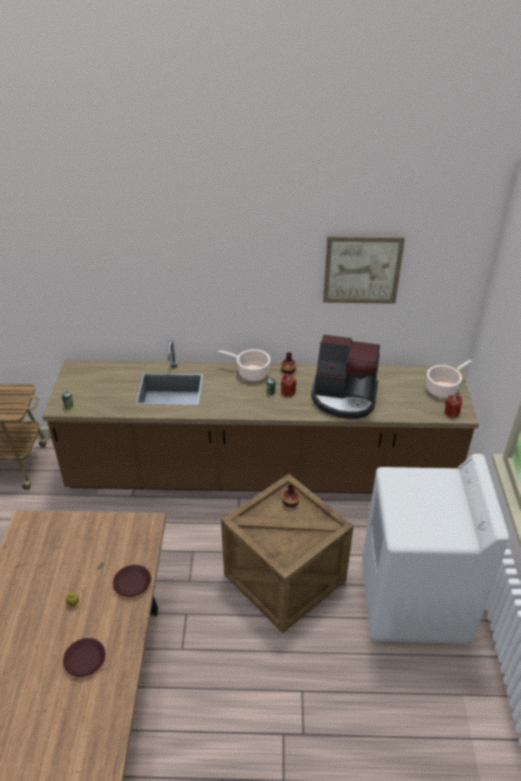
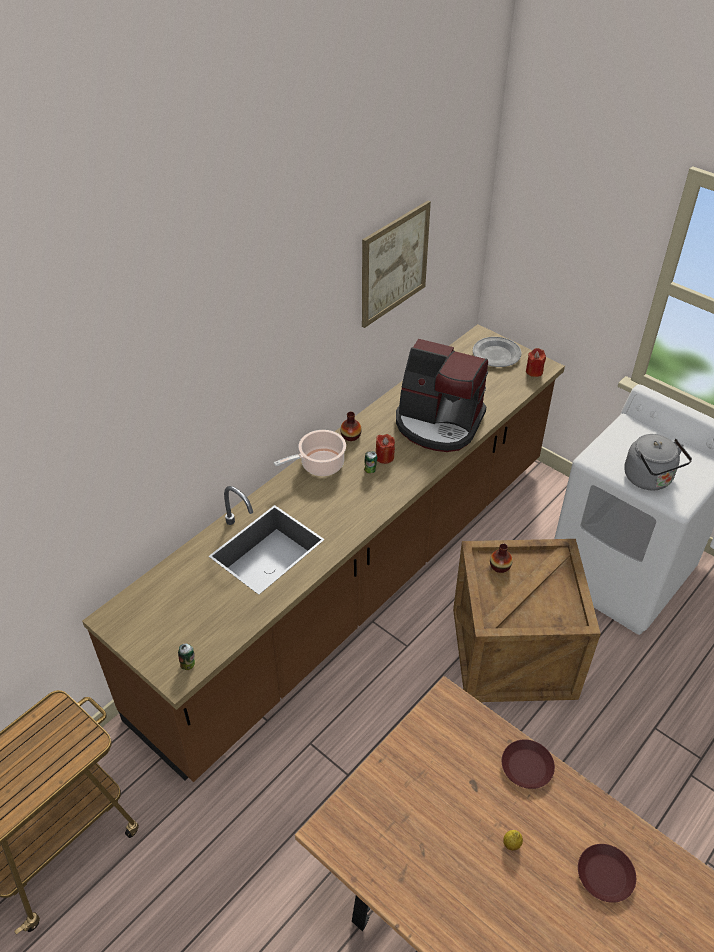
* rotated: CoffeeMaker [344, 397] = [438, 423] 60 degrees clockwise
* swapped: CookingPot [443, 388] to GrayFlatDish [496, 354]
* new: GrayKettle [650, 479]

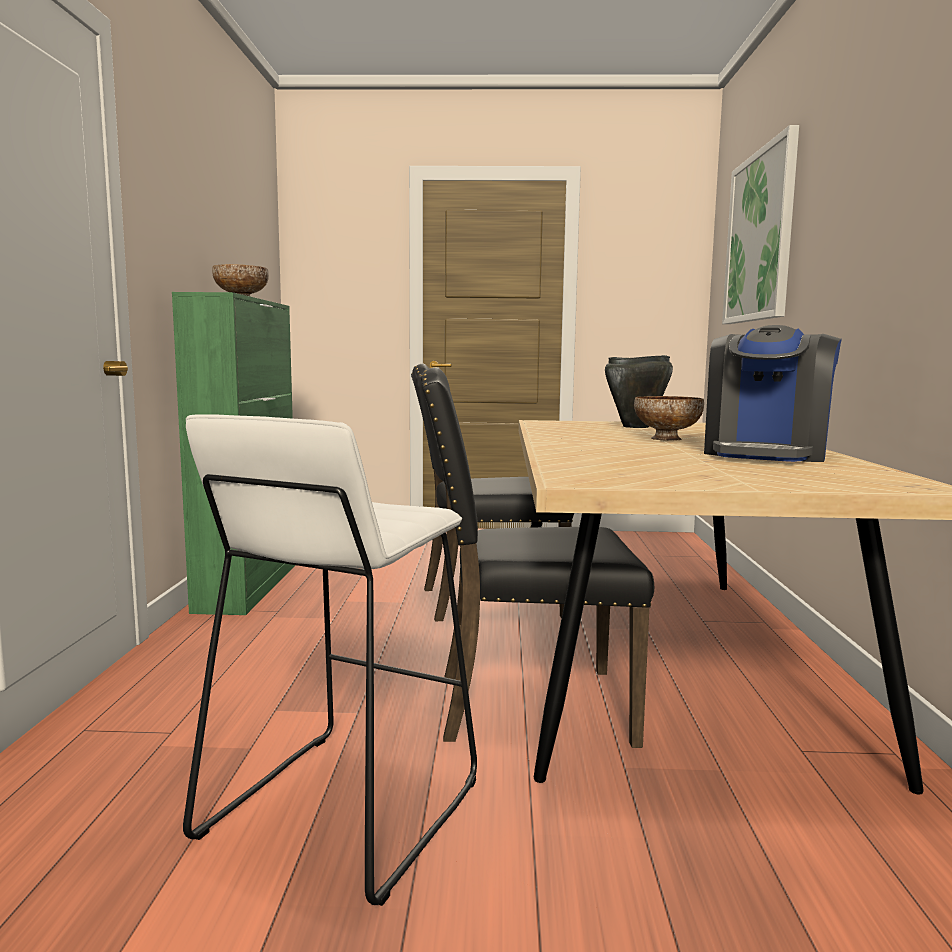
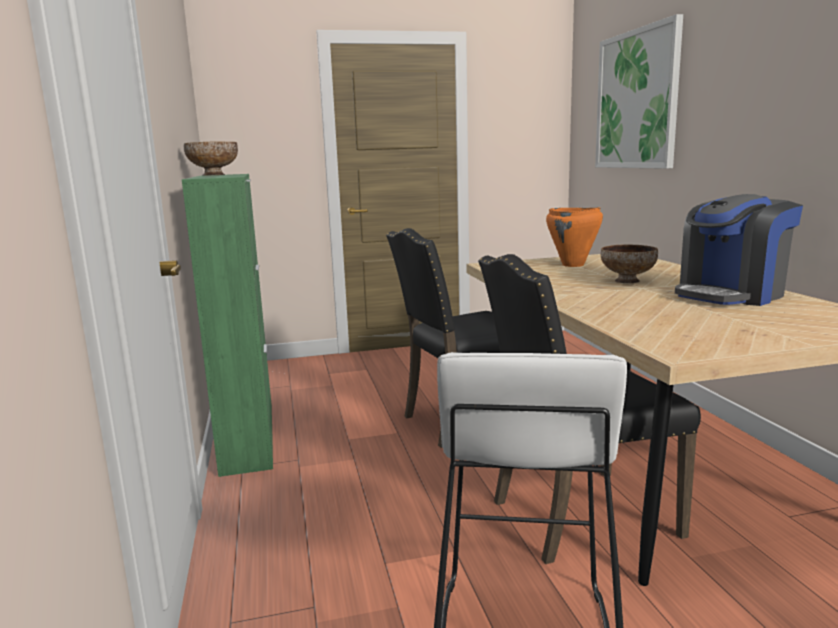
* repainted: BlackishCookingPot [635, 426] to OrangeColouredCookingPot [573, 265]
* rotated: CoffeeMaker [765, 454] = [730, 295] 45 degrees clockwise

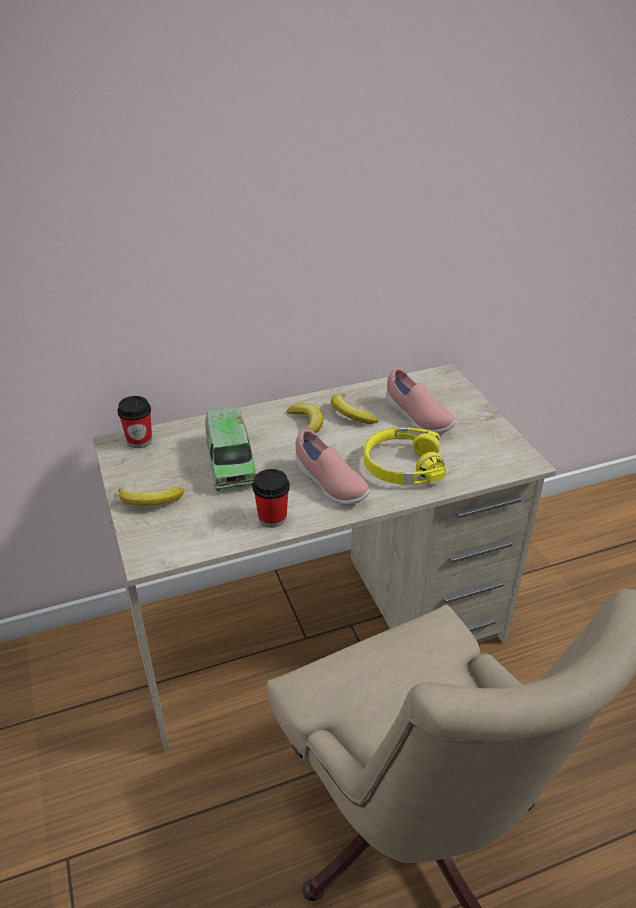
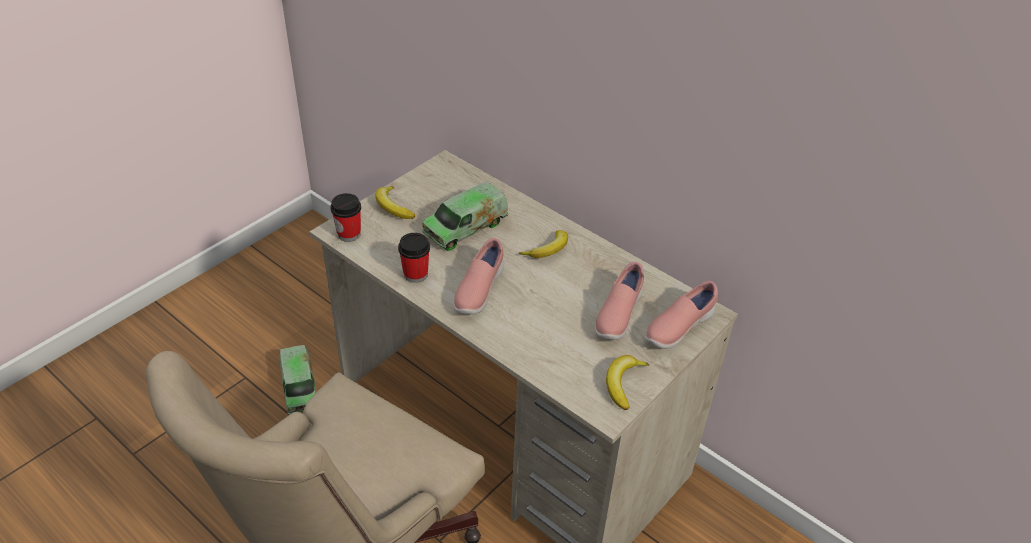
* shifted: DrinkingCup [139, 440] to [349, 234]
* shifted: Banana [350, 414] to [623, 384]
* gone: YellowColouredHeadset [402, 465]
* new: ToyTruck [299, 388]
* new: PinkShoe [678, 328]

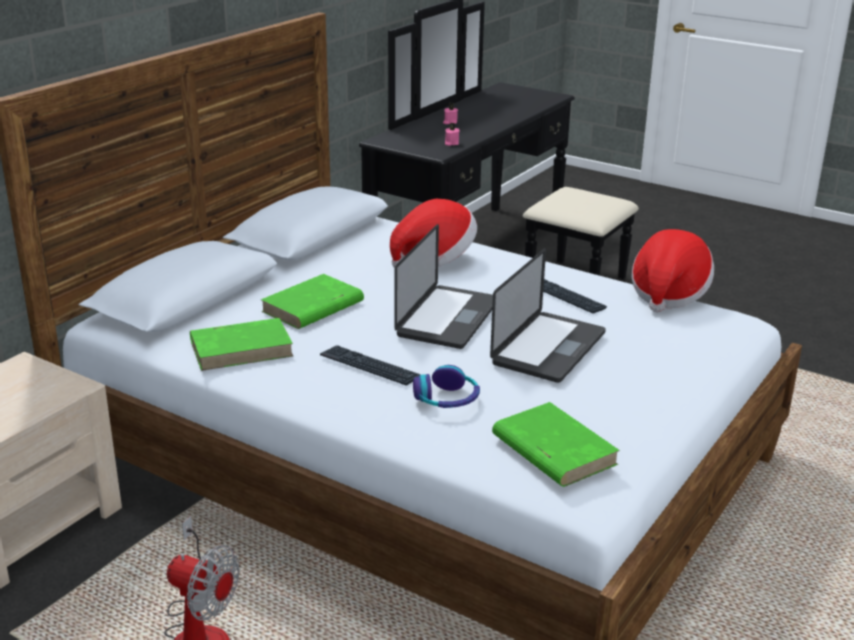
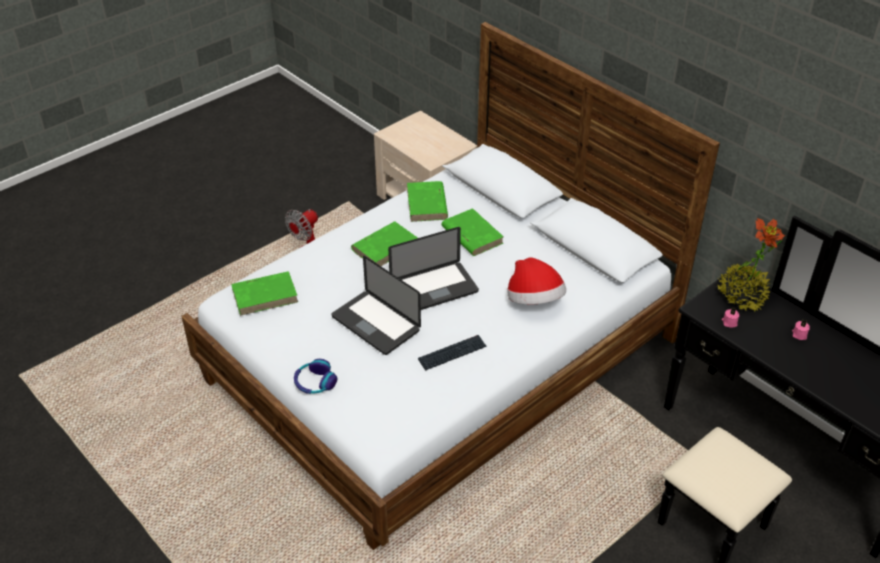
* swapped: PcKeyboard [369, 367] to GreenishVolume [385, 247]
* rotated: NotebookComputer [448, 318] = [434, 288] 60 degrees counterclockwise
* shifted: Headset [447, 399] to [315, 382]
* gone: ClothingHat [668, 294]
* new: Houseplant [742, 295]

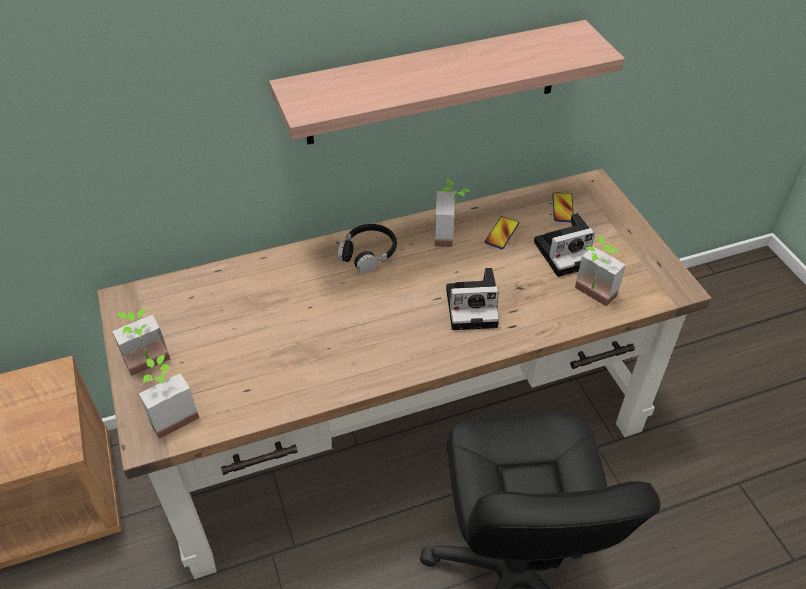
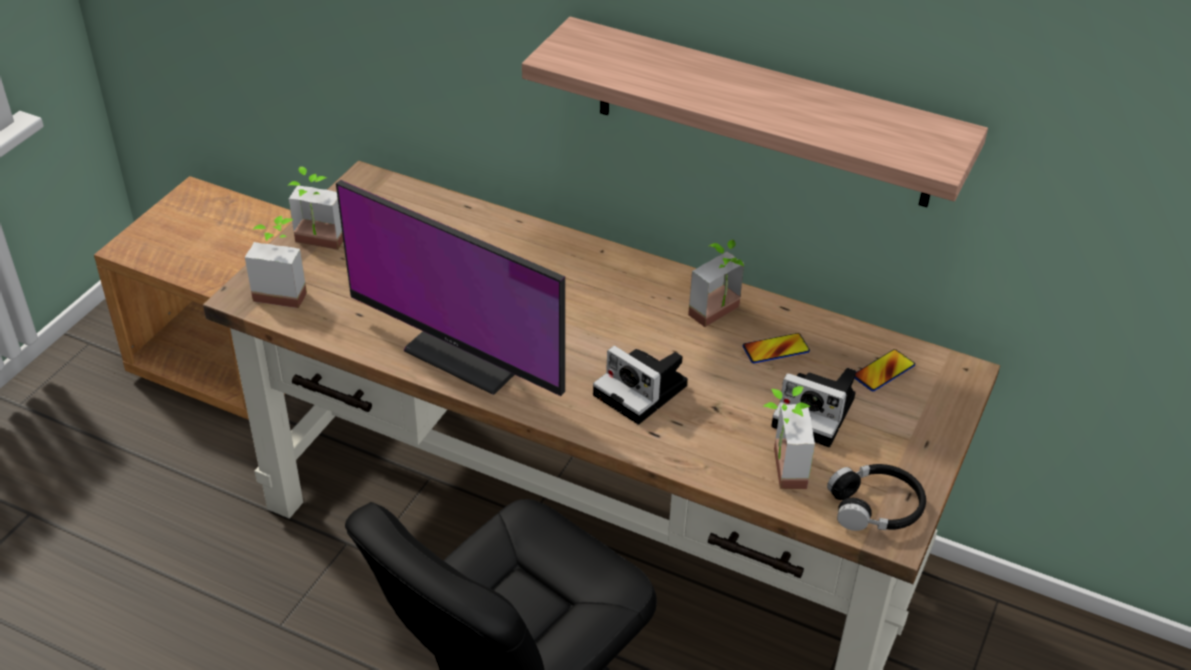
* shifted: BlackishHeadset [368, 253] to [875, 507]
* new: ComputerDisplay [477, 346]

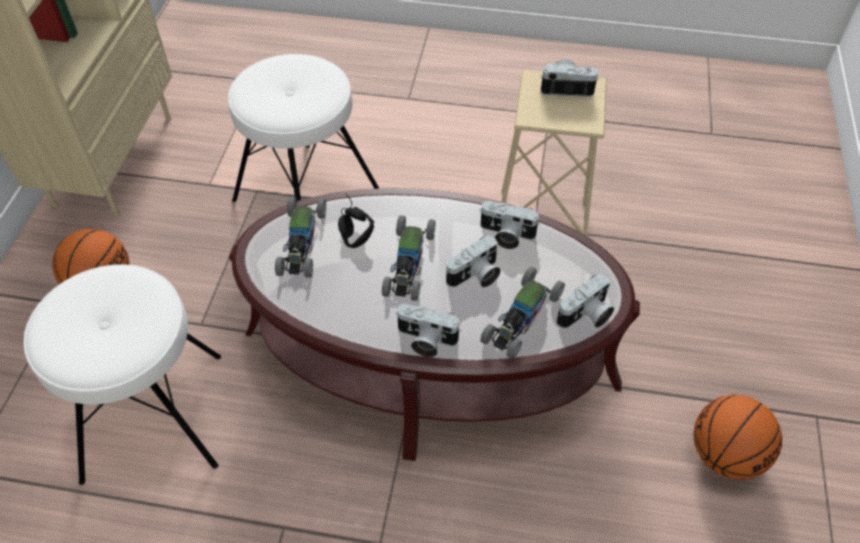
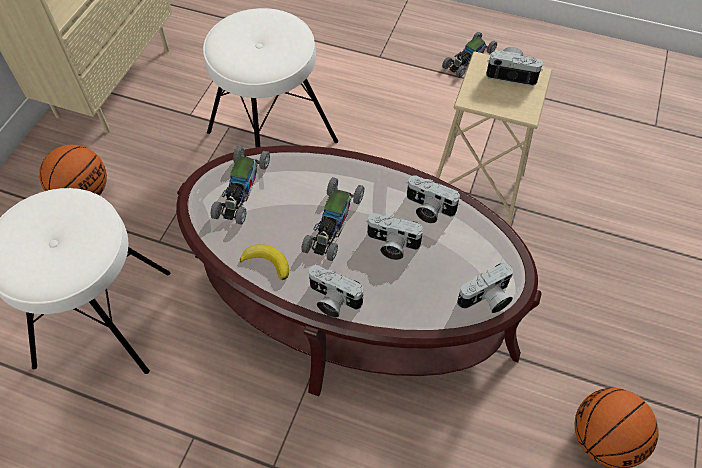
* gone: BlackishHeadset [349, 226]
* rotated: PhotoCamera [475, 276] = [391, 245] 45 degrees clockwise
* shifted: ModelCar [521, 317] to [468, 59]
* new: Banana [267, 262]

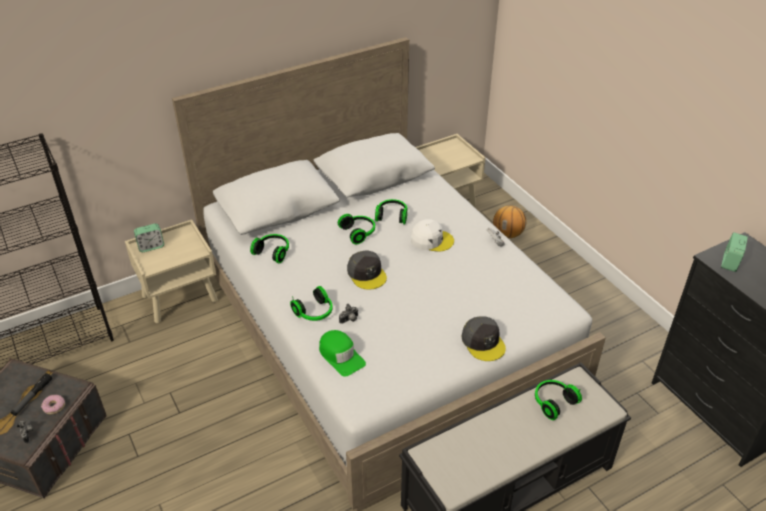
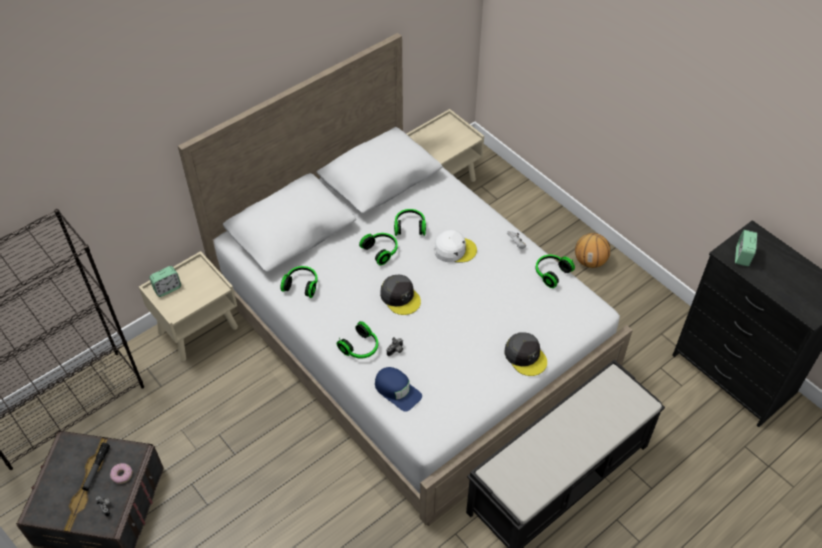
* repainted: GreenishPeakedCap [341, 356] to BlueColouredPeakedCap [397, 390]
* shifted: BallForBasketball [508, 234] to [590, 261]
* shifted: Headset [553, 402] to [551, 273]

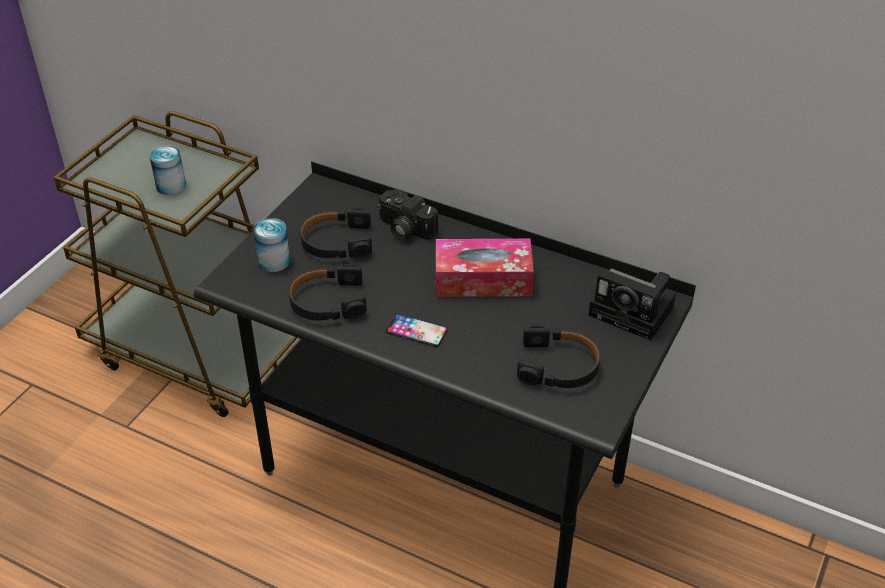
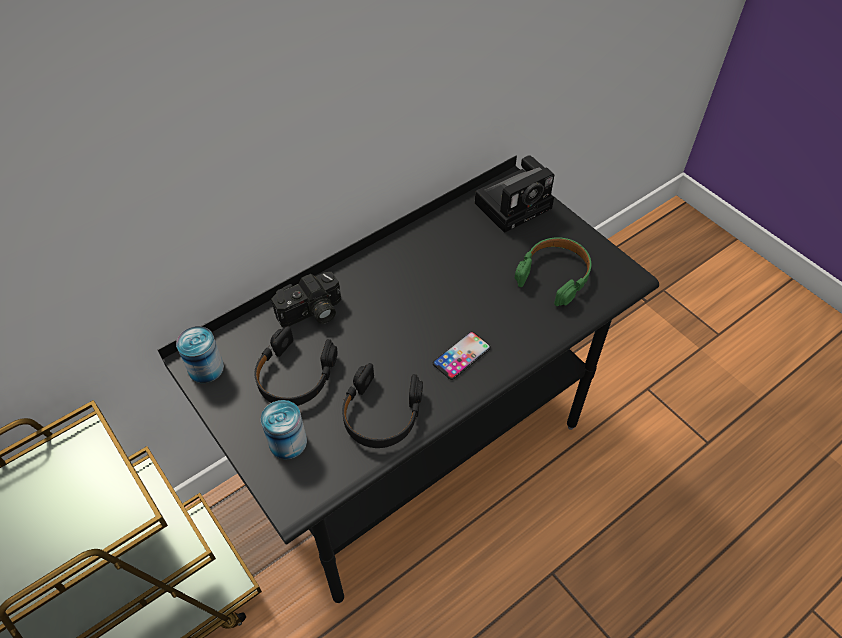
* shifted: Can [171, 186] to [206, 368]
* gone: BoxOfTissues [483, 279]
* repainted: BlackishHeadset [558, 366] to GreenishHeadset [554, 275]

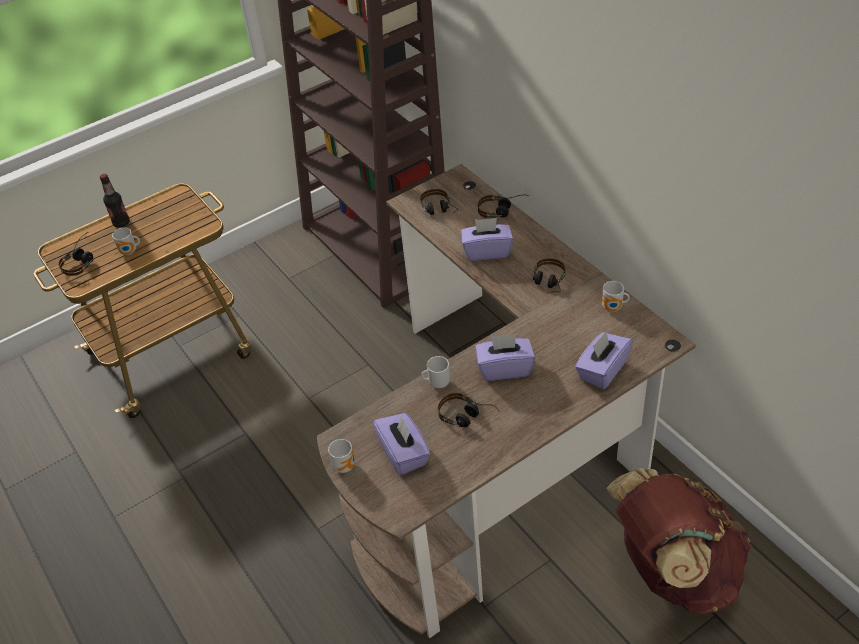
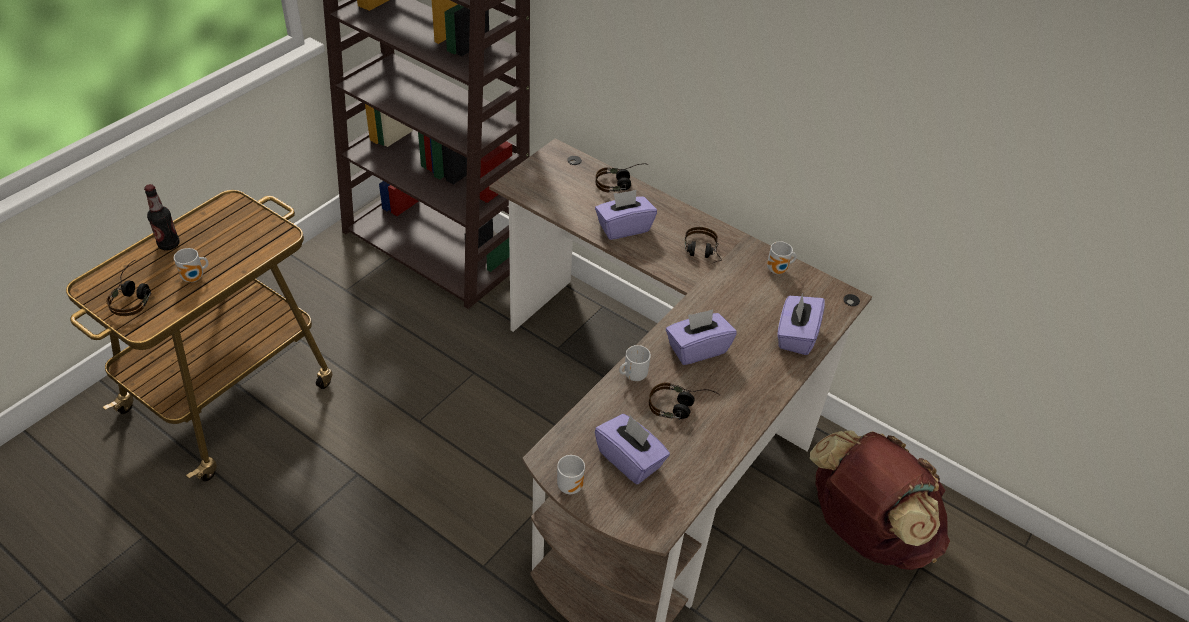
* gone: Headset [439, 211]

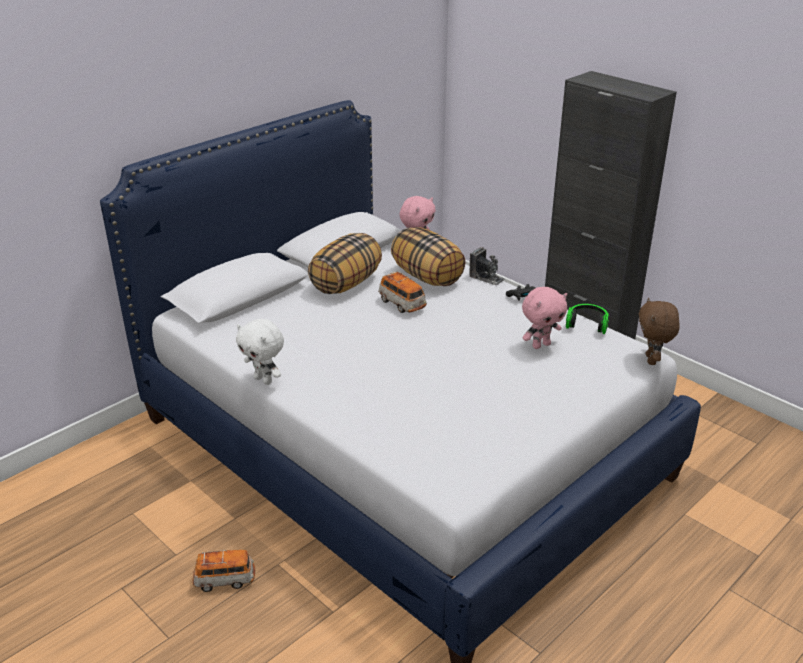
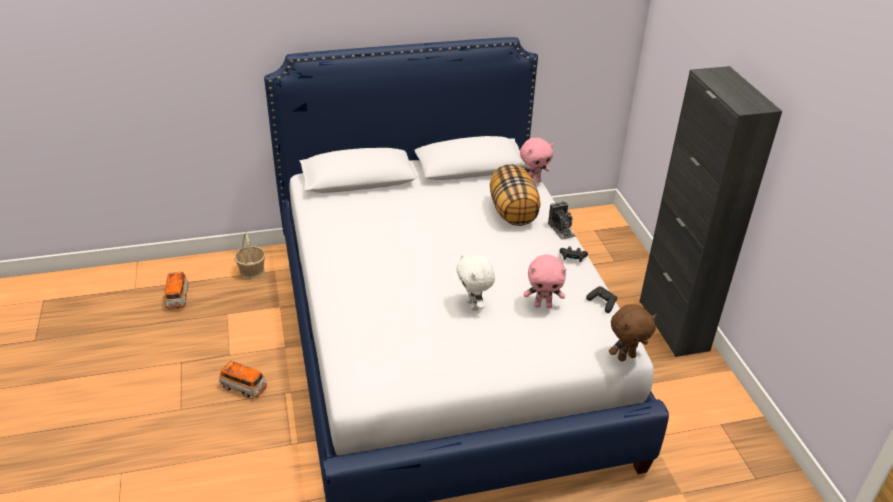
* shifted: WhitishCuddlyToy [264, 380] to [474, 305]
* gone: Pillow [346, 284]
* shifted: ModelCar [402, 304] to [177, 298]
* swapped: Headset [587, 324] to BlackishJoypad [602, 303]
* rotated: BrownishCuddlyToy [652, 360] = [626, 356] 150 degrees counterclockwise
* new: Basket [252, 271]

